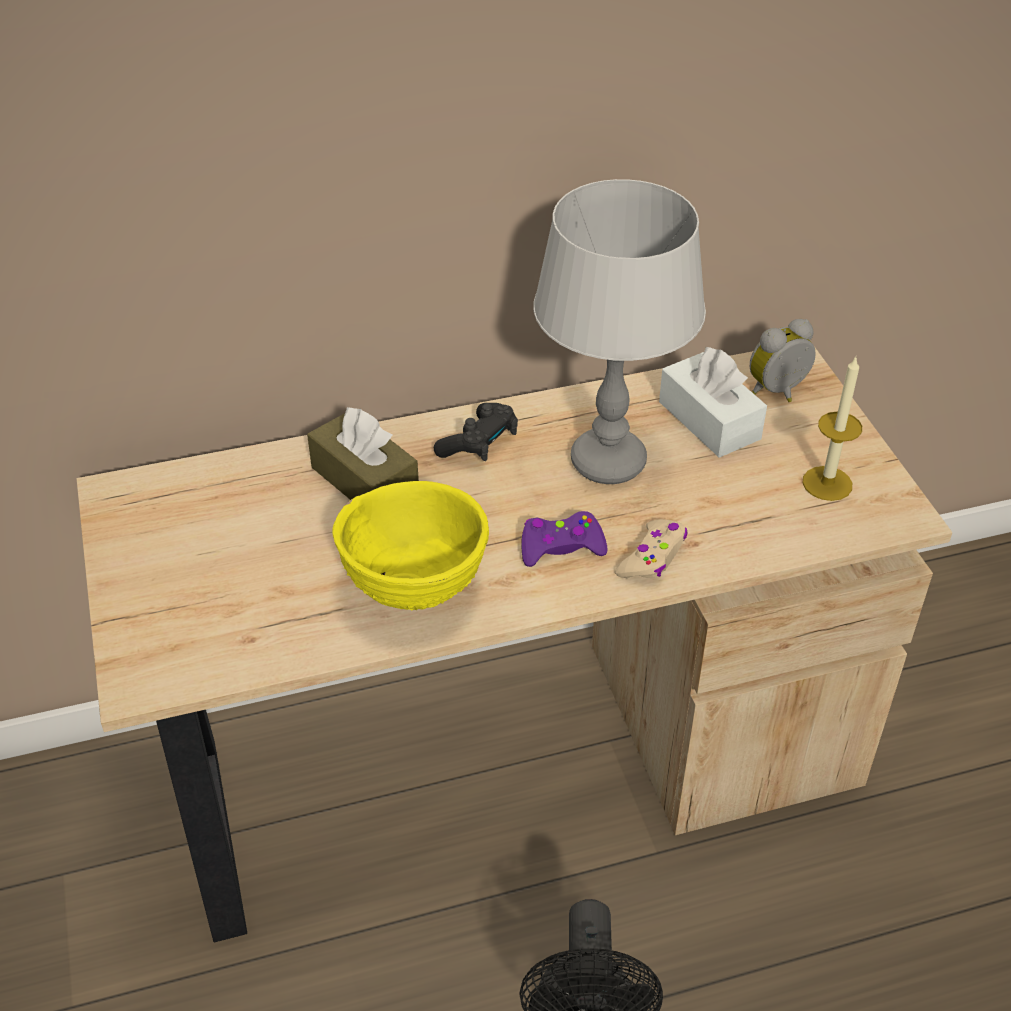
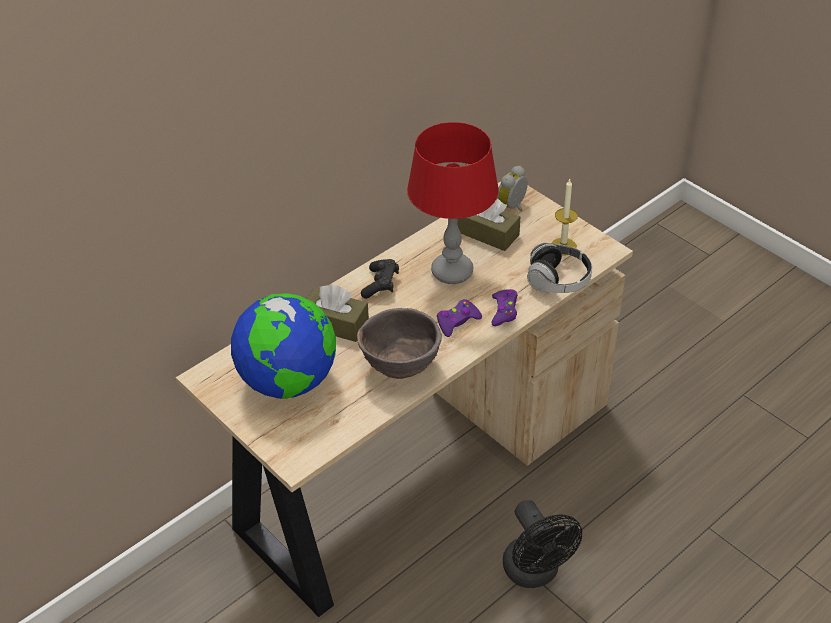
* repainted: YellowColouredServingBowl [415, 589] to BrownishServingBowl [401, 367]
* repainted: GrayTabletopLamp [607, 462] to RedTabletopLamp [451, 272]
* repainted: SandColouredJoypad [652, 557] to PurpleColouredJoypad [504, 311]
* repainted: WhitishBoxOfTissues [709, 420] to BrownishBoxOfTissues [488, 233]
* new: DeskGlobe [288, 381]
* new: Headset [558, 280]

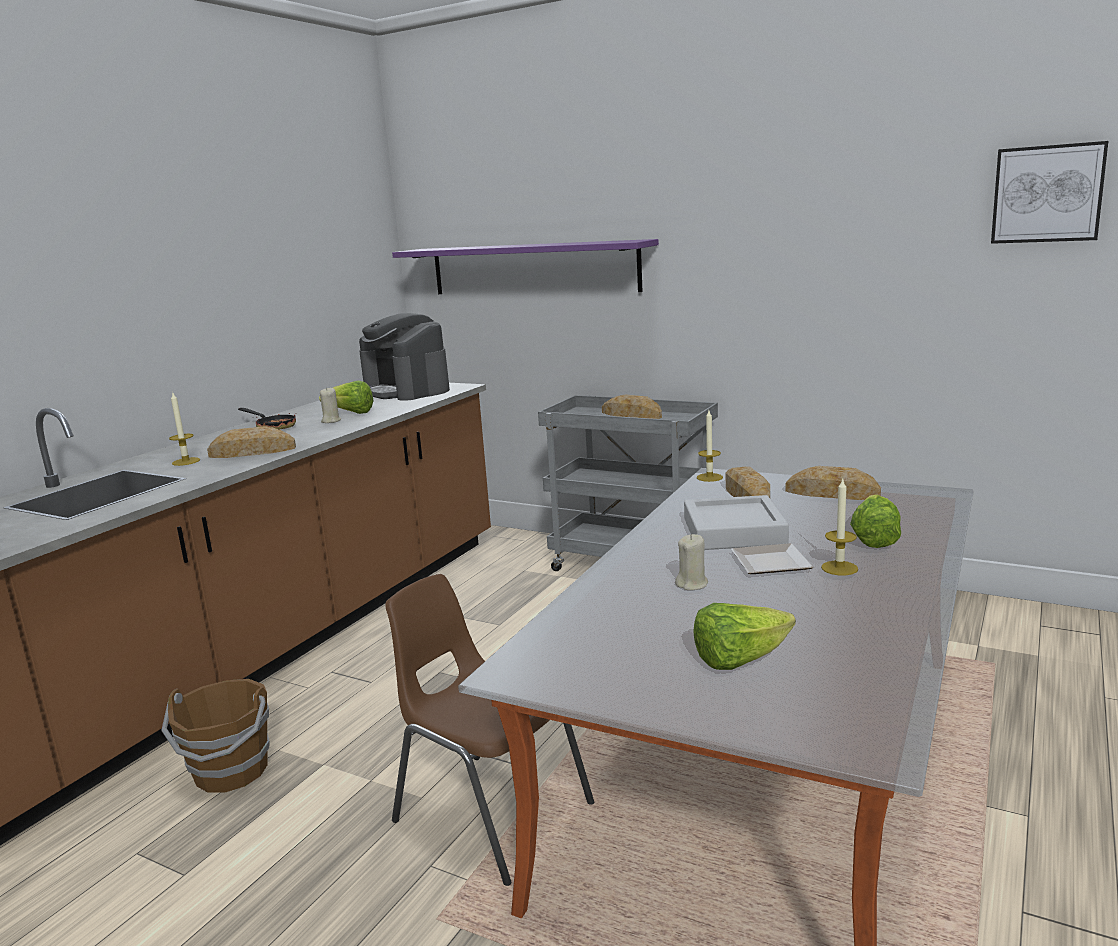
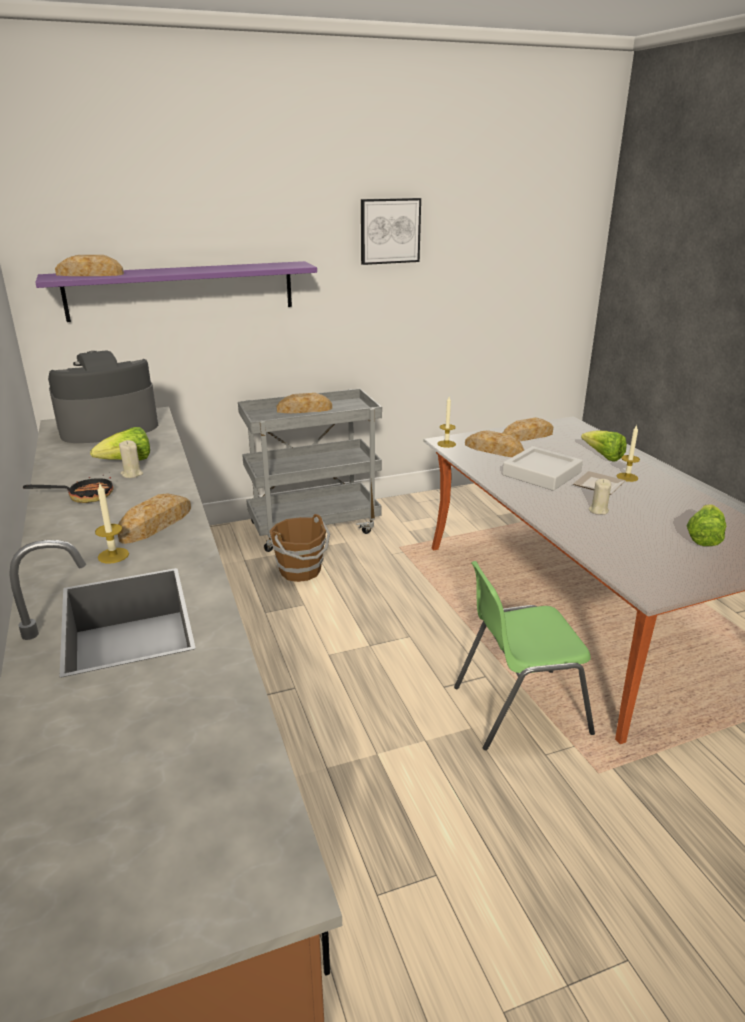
* shifted: BrownishPail [231, 772] to [301, 571]
* rotated: CoffeeMaker [406, 390] = [108, 427] 150 degrees clockwise
* repainted: BrownishUprightChair [490, 812] to GreenishUprightChair [518, 709]
* shifted: WallArt [1047, 194] to [389, 231]
* new: Bread [90, 274]

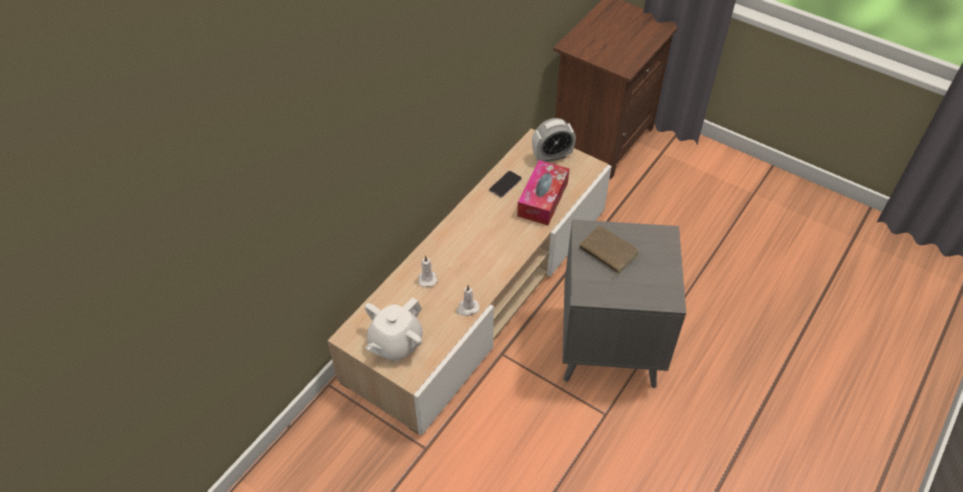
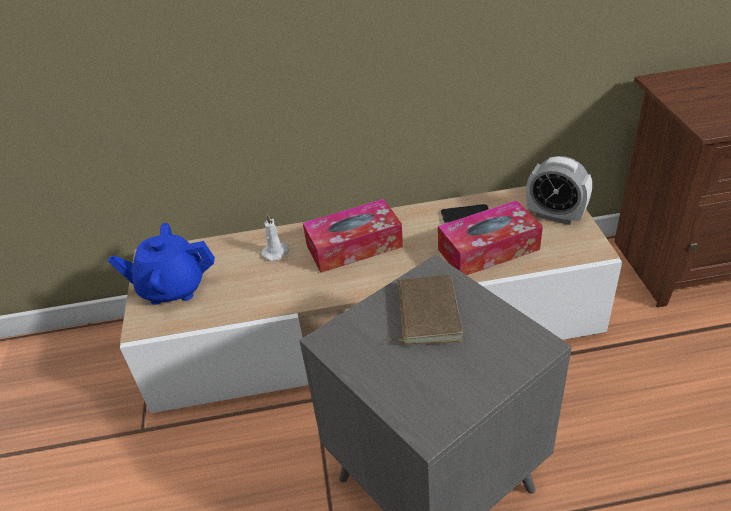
* repainted: WhitishTeapot [395, 343] to BlueColouredTeapot [172, 288]
* gone: WhitishCandle [467, 308]
* new: BoxOfTissues [354, 246]

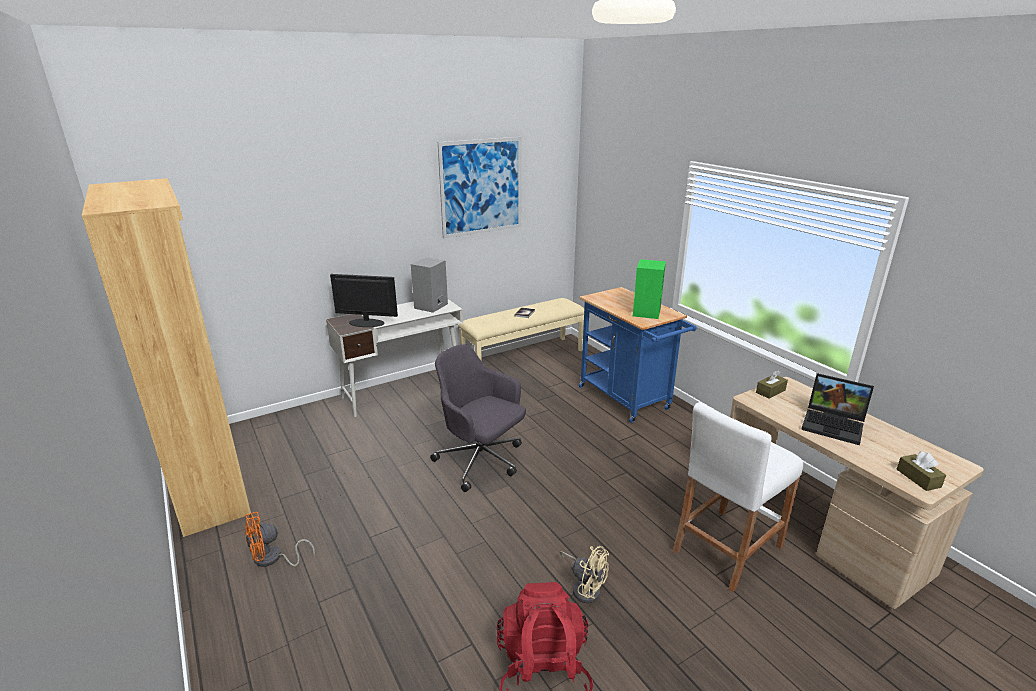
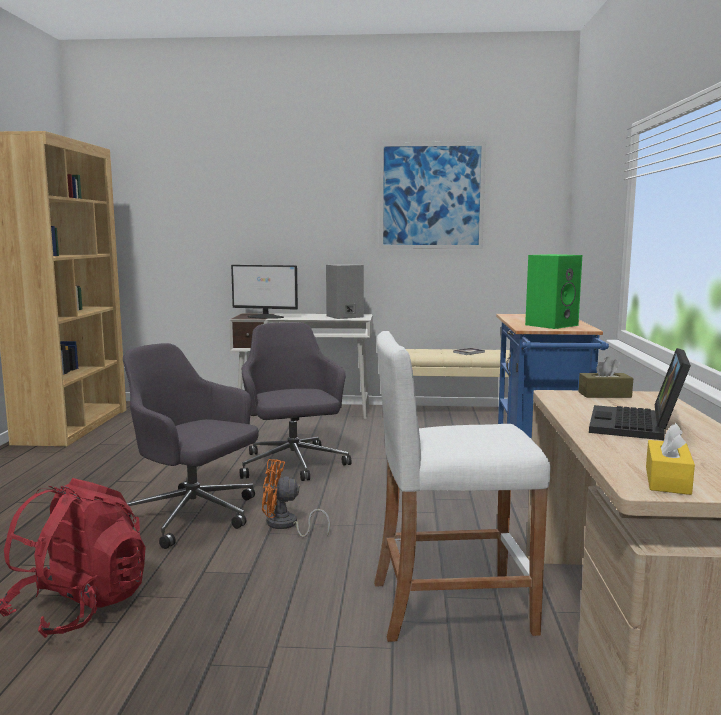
* shifted: OrangeColouredFan [273, 559] to [286, 525]
* rotated: ComputerDisplay [366, 323] = [266, 317] 150 degrees clockwise
* gone: SandColouredFan [584, 587]
* rotated: NotebookComputer [834, 425] = [638, 426] 45 degrees clockwise
* repainted: BrownishBoxOfTissues [918, 478] to YellowColouredBoxOfTissues [667, 480]
* new: GrayComputerChair [194, 516]

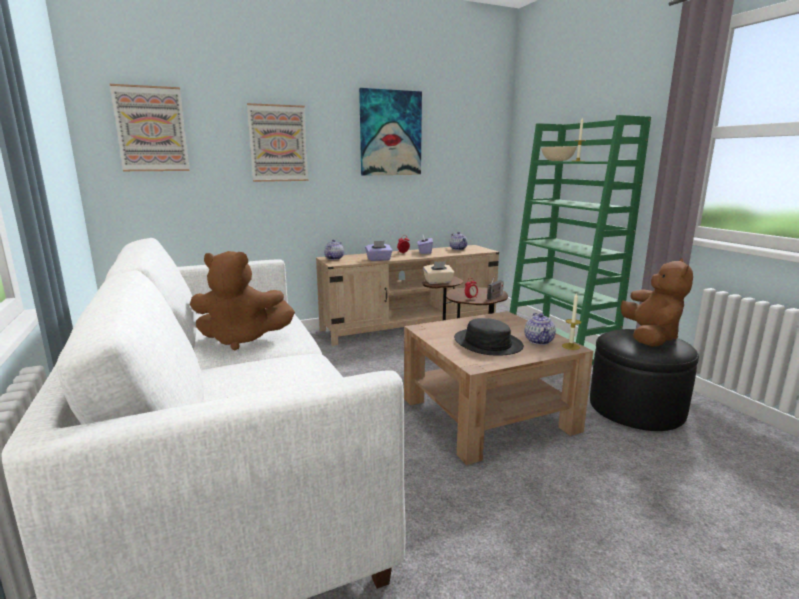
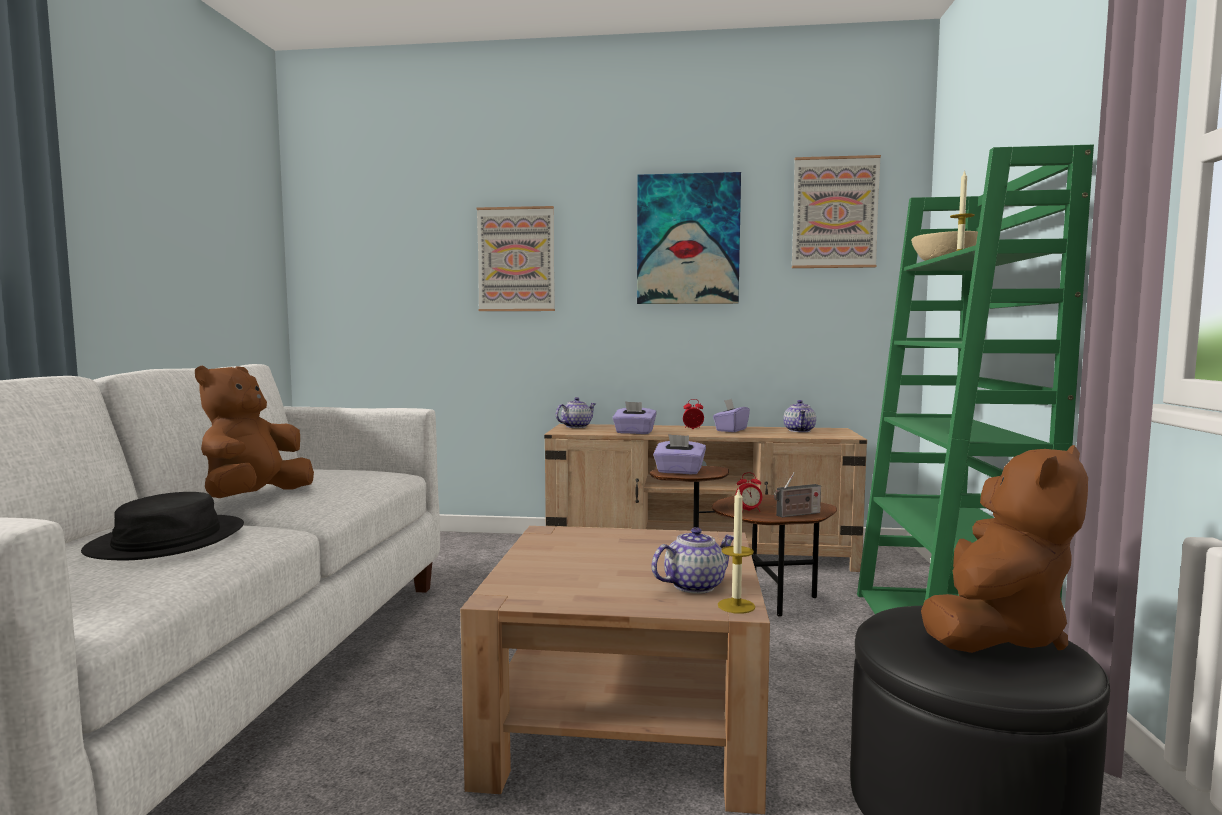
* shifted: WallArt [151, 129] to [834, 213]
* rotated: BrownishCuddlyToy [242, 339] = [254, 499] 75 degrees clockwise
* repainted: SandColouredBoxOfTissues [438, 282] to PurpleColouredBoxOfTissues [679, 471]
* shifted: BlackishClothingHat [487, 343] to [167, 540]
* rotated: Teapot [539, 341] = [694, 585] 150 degrees counterclockwise

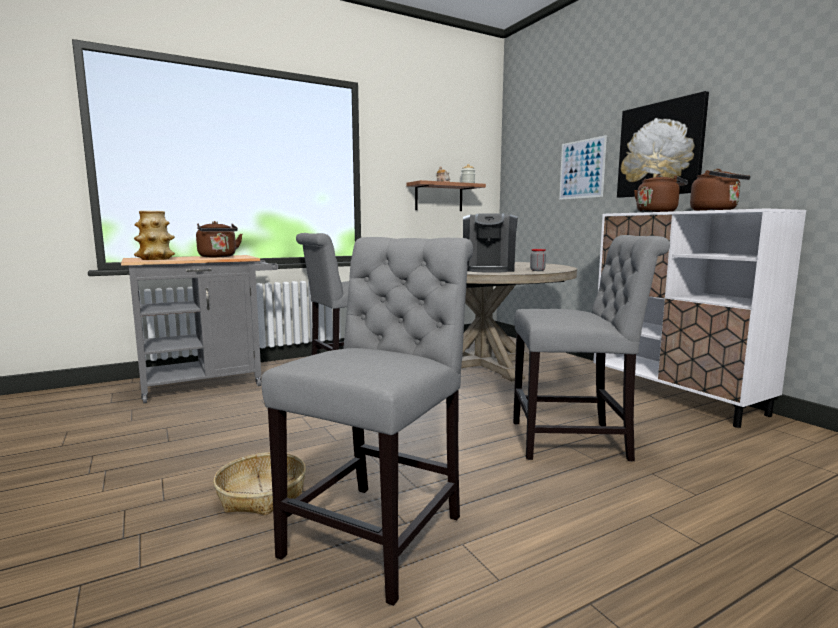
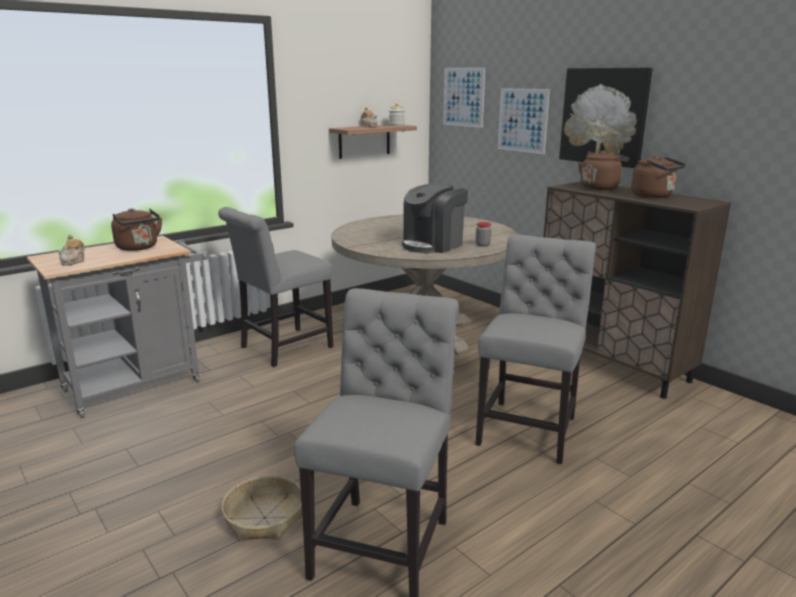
* swapped: DecorativeVase [156, 259] to Teapot [74, 262]
* rotated: CoffeeMaker [488, 269] = [433, 245] 45 degrees clockwise
* rotated: GrayUprightChair [576, 441] = [529, 428] 60 degrees counterclockwise
* repainted: WhitishStorageCabinet [676, 397] to BrownishStorageCabinet [612, 364]
* new: WallArt [463, 97]

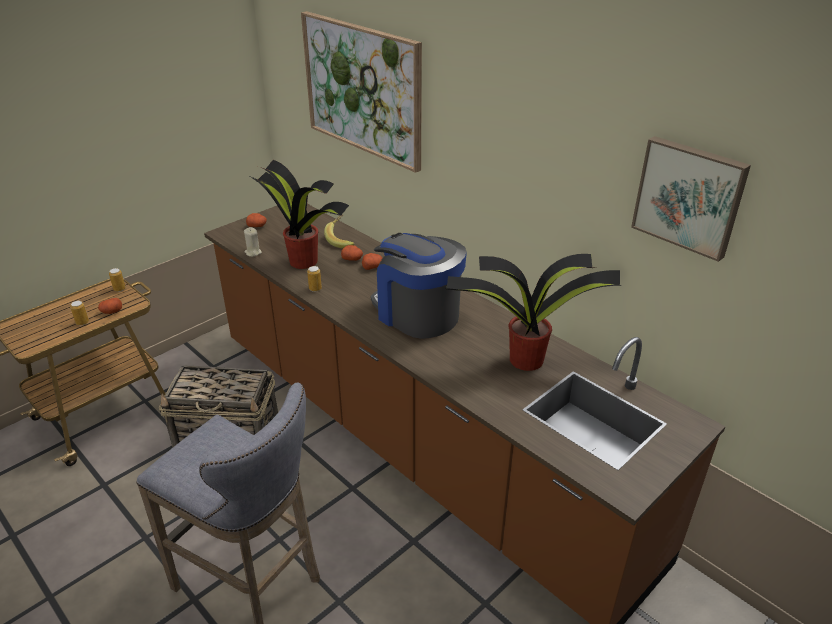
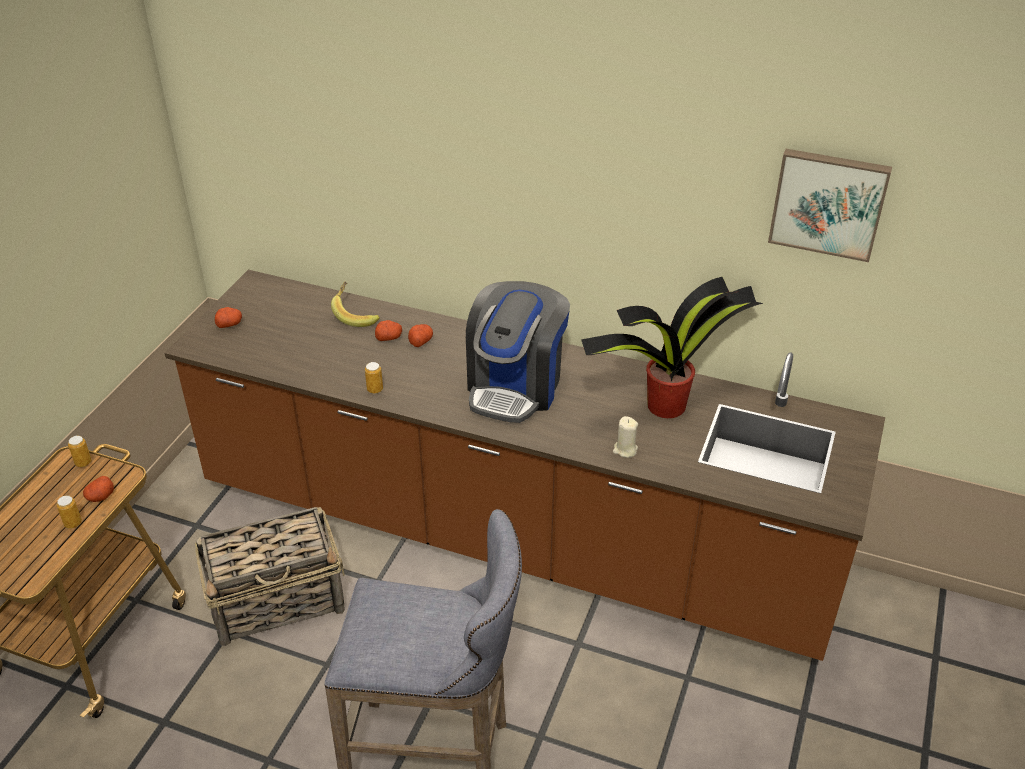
* shifted: SandColouredCandle [253, 252] to [625, 450]
* gone: Houseplant [302, 261]
* gone: WallArt [363, 89]
* rotated: CoffeeMaker [417, 313] = [515, 386] 90 degrees counterclockwise

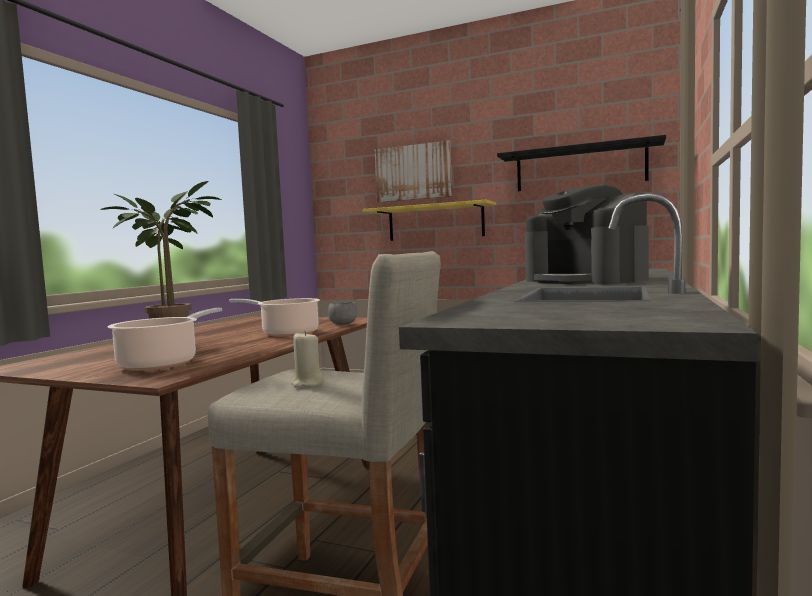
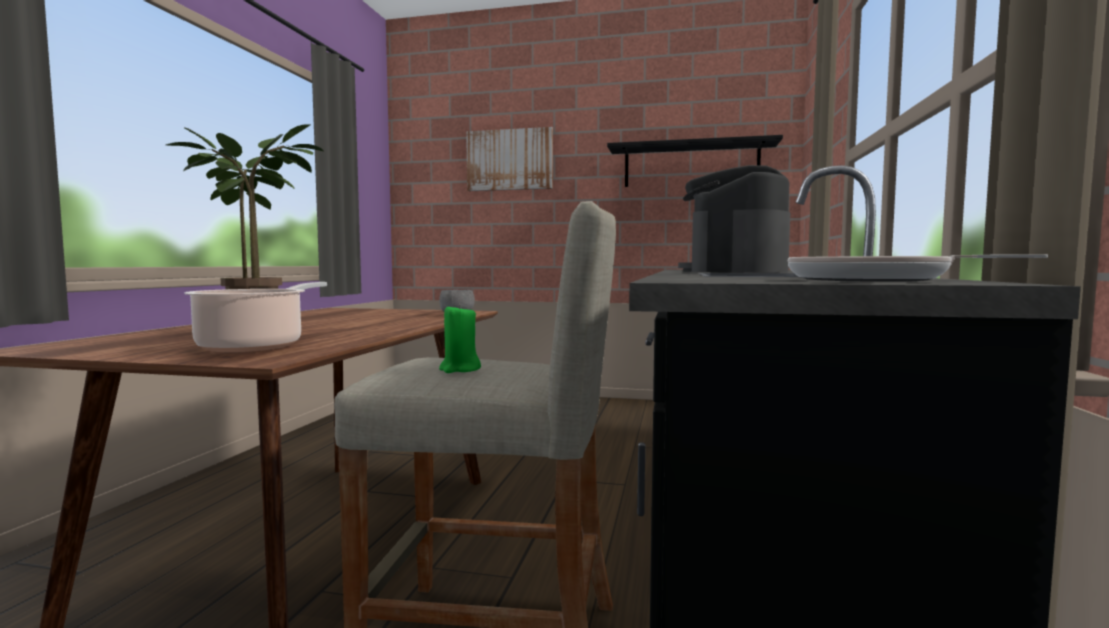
* gone: CookingPot [287, 333]
* repainted: SandColouredCandle [307, 383] to GreenishCandle [459, 369]
* gone: YellowColouredBracketShelf [435, 222]
* rotated: CoffeeMaker [585, 280] = [734, 271] 60 degrees clockwise
* new: FryingPan [876, 280]

